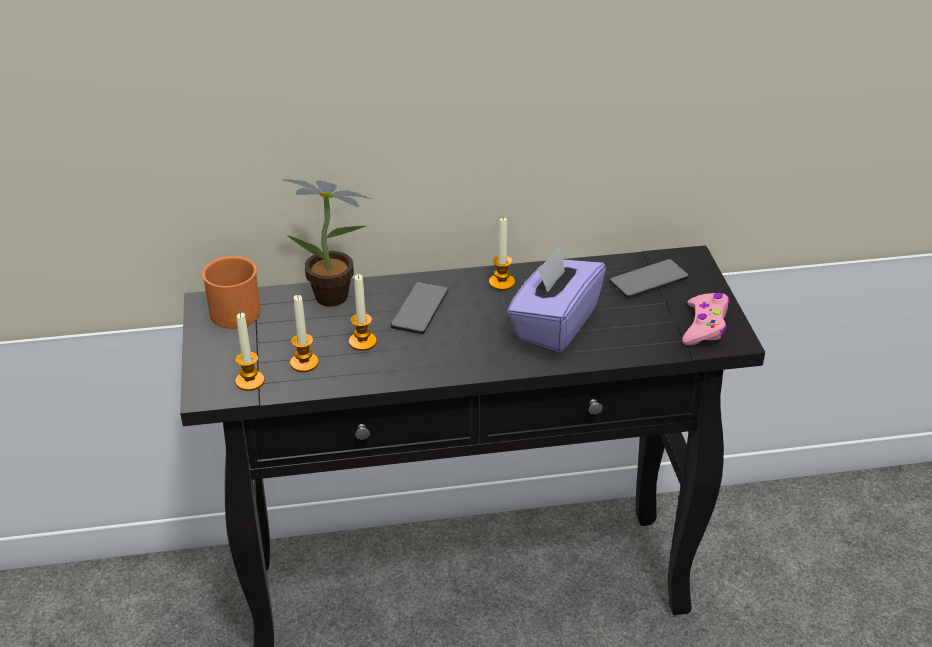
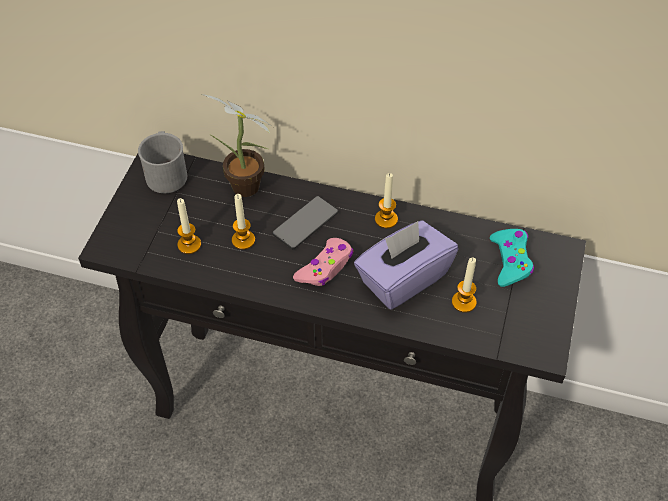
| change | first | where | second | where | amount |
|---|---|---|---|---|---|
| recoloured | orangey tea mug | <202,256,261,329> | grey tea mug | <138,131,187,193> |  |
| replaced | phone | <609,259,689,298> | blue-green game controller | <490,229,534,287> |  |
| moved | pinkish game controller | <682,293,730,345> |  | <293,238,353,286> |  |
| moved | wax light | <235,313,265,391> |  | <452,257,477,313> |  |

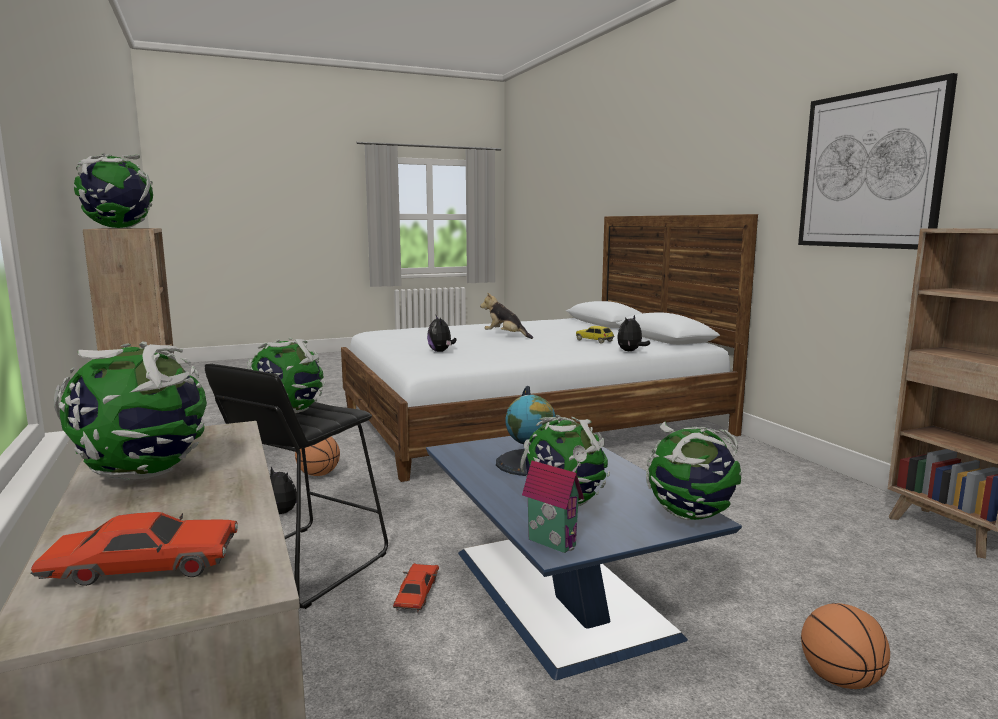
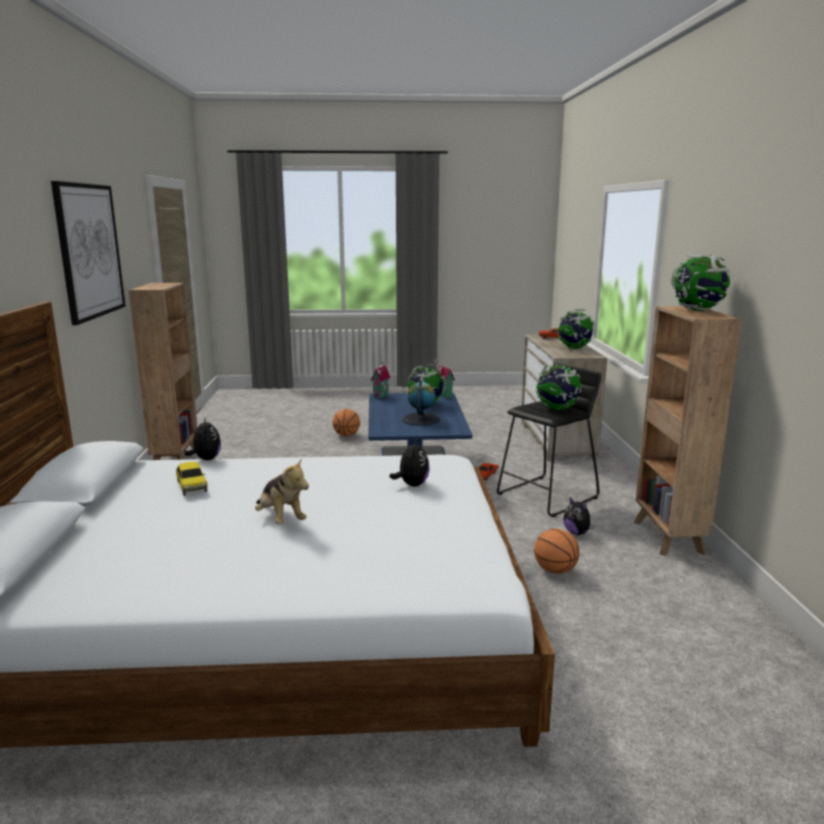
| change | first | where | second | where | amount |
|---|---|---|---|---|---|
| turned | soft toy | <617,315,650,351> |  | <184,417,221,460> | 75 degrees counterclockwise |
| replaced | world globe | <646,422,743,520> | model house | <371,362,391,399> |  |

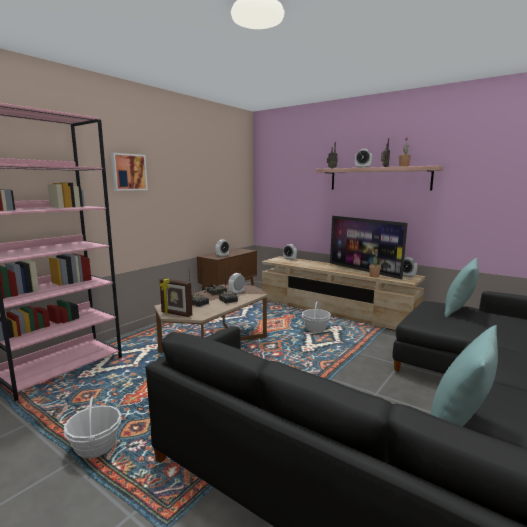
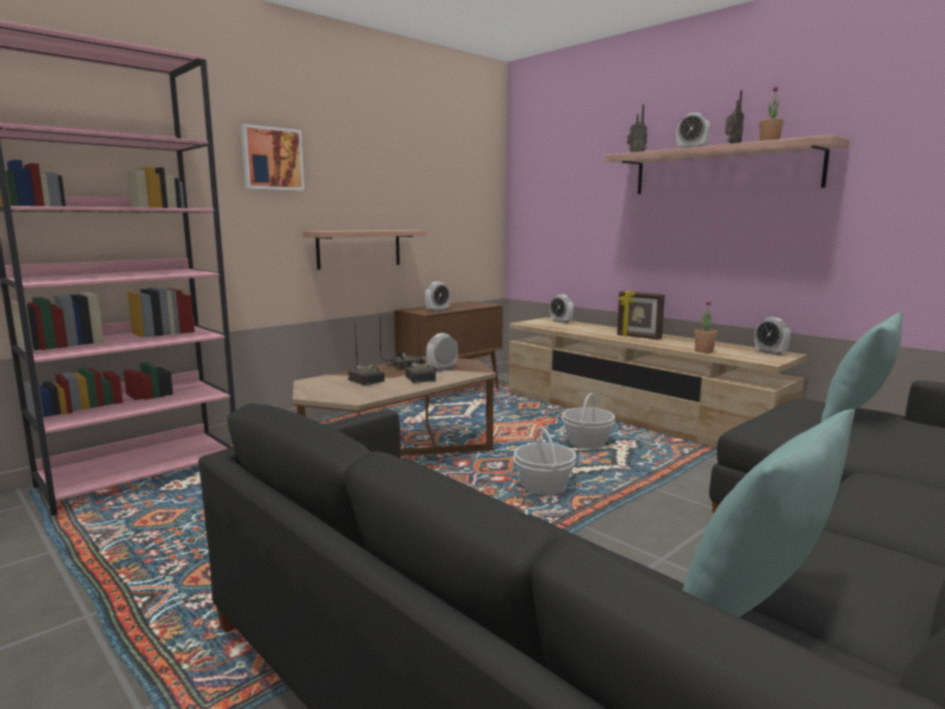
| change | first | where | second | where | amount |
|---|---|---|---|---|---|
| removed | TV set | <330,216,408,279> |  |  |  |
| moved | standing frame | <159,278,192,317> |  | <617,291,665,339> |  |
| moved | storage basket | <64,396,121,458> |  | <513,427,577,495> |  |
| added |  |  | wall shelf | <302,230,427,270> |  |

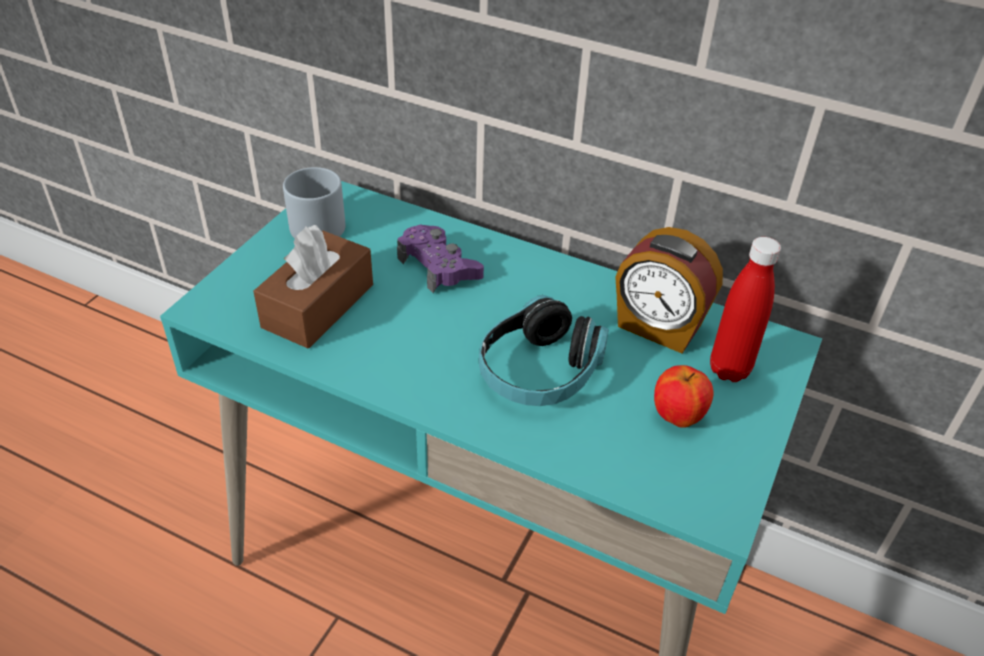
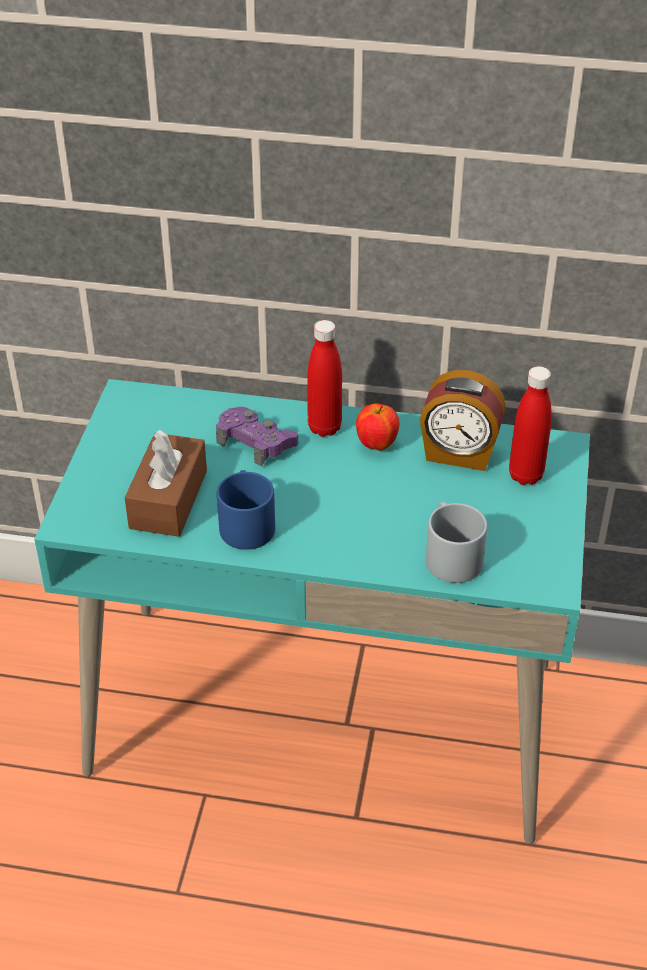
| change | first | where | second | where | amount |
|---|---|---|---|---|---|
| moved | grey tea mug | <283,167,345,238> |  | <426,502,487,583> |  |
| removed | headset | <479,295,609,406> |  |  |  |
| moved | apple | <654,365,714,428> |  | <356,403,399,451> |  |
| added |  |  | reddish drink bottle | <307,320,342,437> |  |
| added |  |  | blue-coloured tea mug | <217,470,275,550> |  |

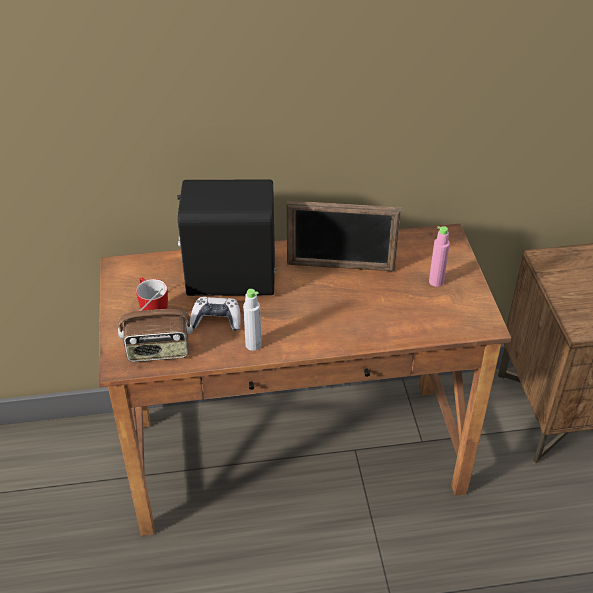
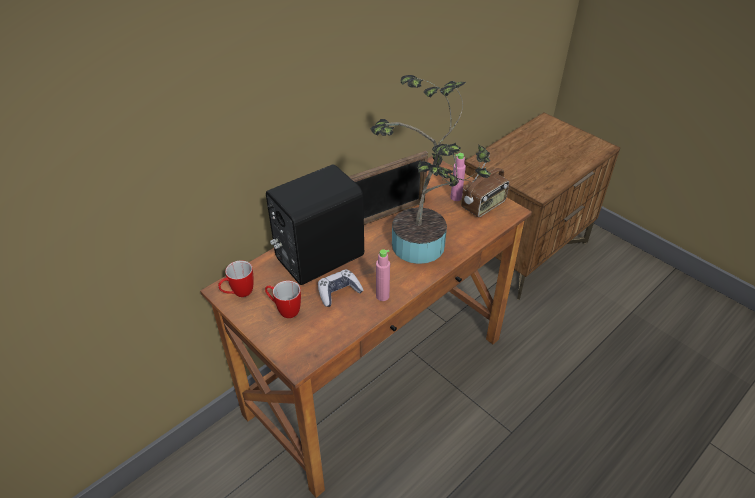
| change | first | where | second | where | amount |
|---|---|---|---|---|---|
| moved | radio receiver | <118,288,193,362> |  | <461,156,509,217> |  |
| recoloured | grey drink bottle | <243,289,262,351> | pinkish drink bottle | <376,249,390,301> |  |
| added |  |  | plant in a pot | <371,75,491,264> |  |
| added |  |  | tea mug | <218,260,254,297> |  |

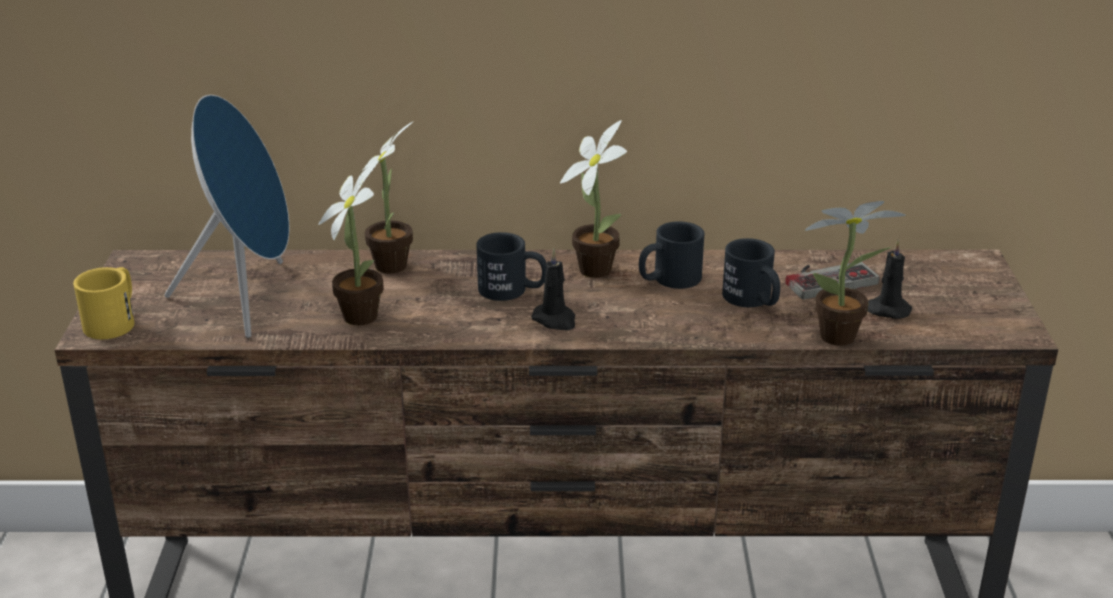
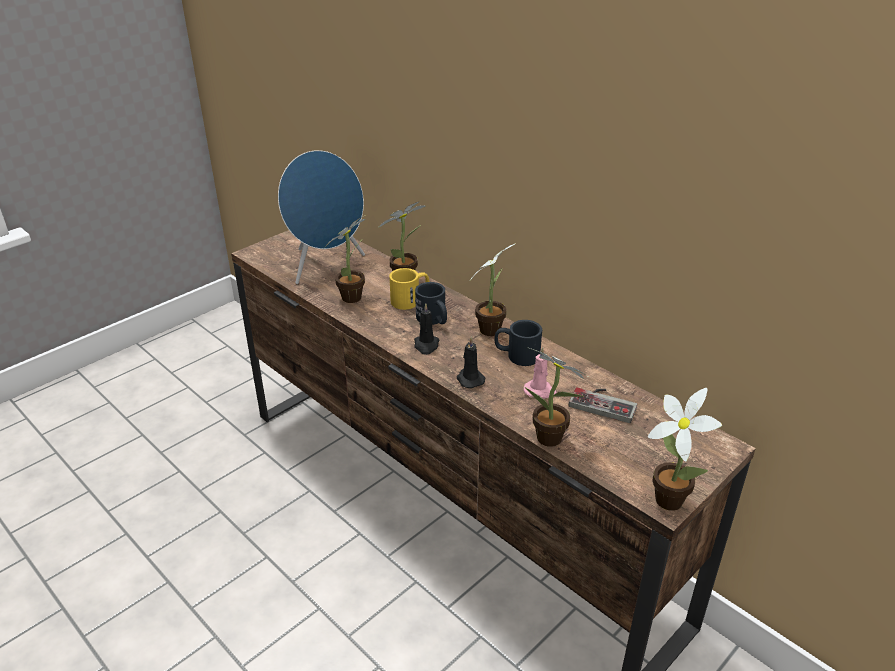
| change | first | where | second | where | amount |
|---|---|---|---|---|---|
| replaced | blackish tea mug | <722,238,780,307> | pinkish wax light | <524,347,557,399> |  |
| moved | blackish wax light | <867,240,912,319> |  | <456,337,485,388> |  |
| moved | yellow-coloured tea mug | <73,267,134,339> |  | <389,268,429,310> |  |
| added |  |  | plant in a pot | <648,388,722,511> |  |

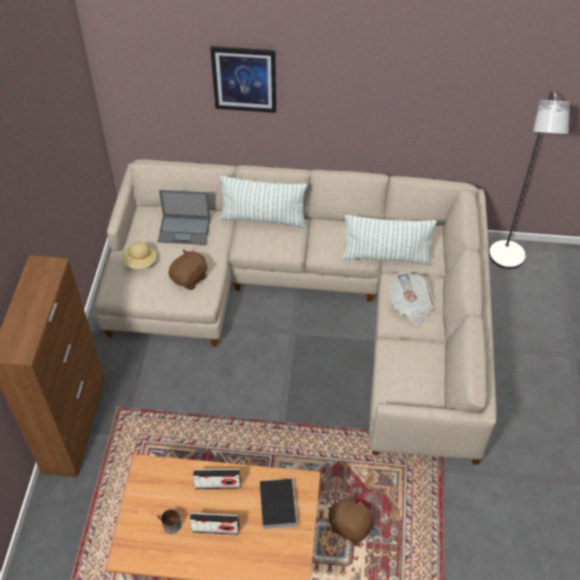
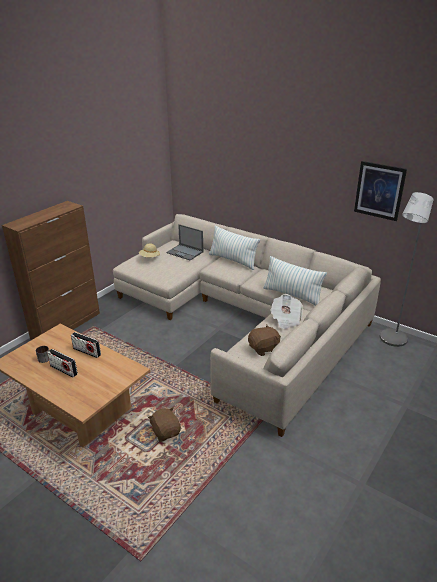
| change | first | where | second | where | amount |
|---|---|---|---|---|---|
| moved | wall art | <210,46,276,113> |  | <354,161,407,221> |  |
| moved | brown soft toy | <168,249,208,290> |  | <248,325,281,356> |  |
| removed | volume | <260,474,297,529> |  |  |  |

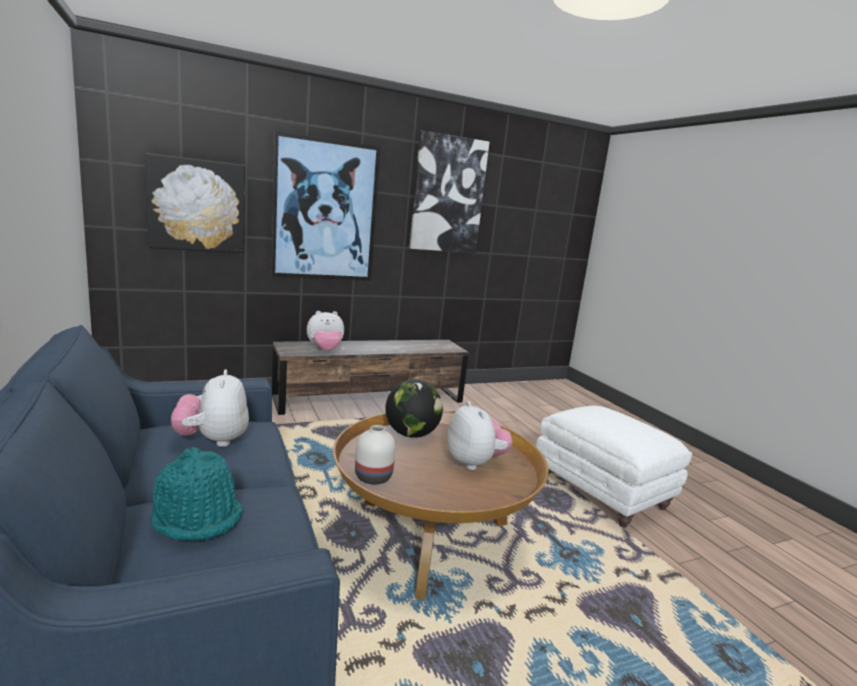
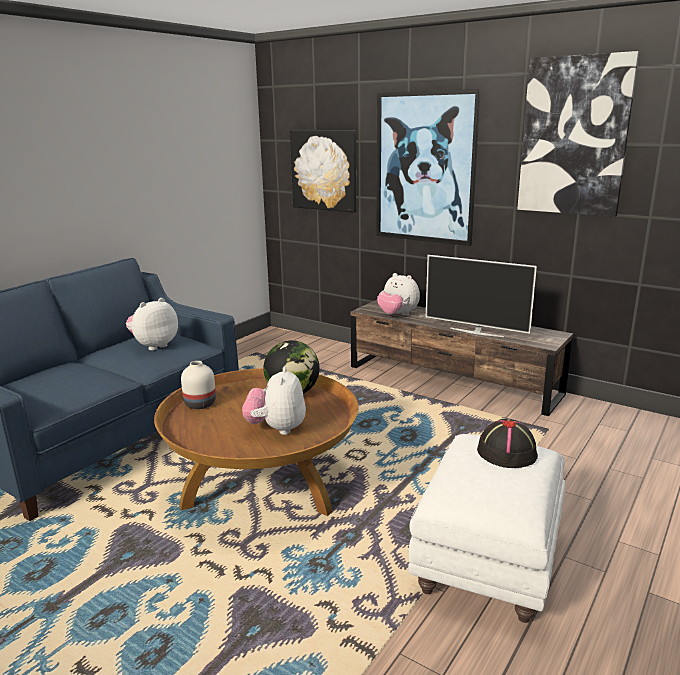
| change | first | where | second | where | amount |
|---|---|---|---|---|---|
| turned | soft toy | <447,401,513,470> |  | <242,367,306,435> | 150 degrees clockwise |
| removed | blue-green clothing hat | <151,447,243,541> |  |  |  |
| added |  |  | TV set | <426,255,537,337> |  |
| added |  |  | blackish clothing hat | <477,419,538,468> |  |

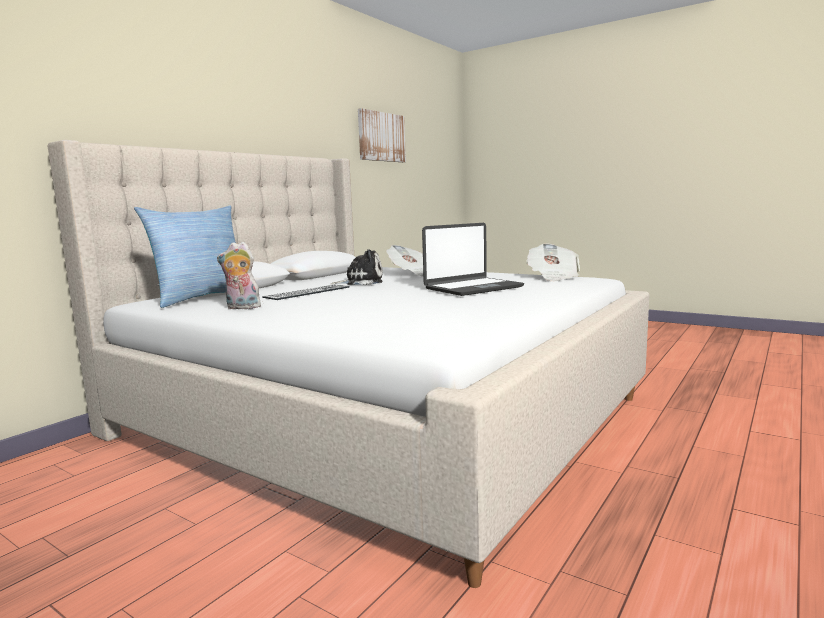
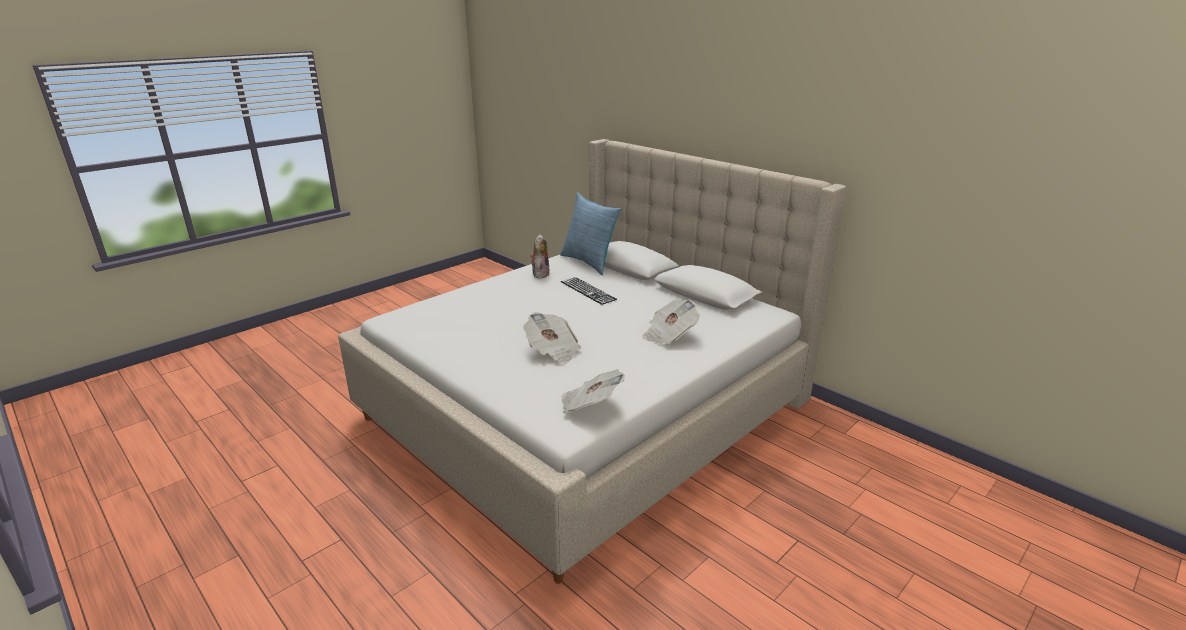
| change | first | where | second | where | amount |
|---|---|---|---|---|---|
| removed | wall art | <358,108,406,162> |  |  |  |
| replaced | portable computer | <422,223,524,296> | printed paper | <523,312,581,364> |  |
| removed | soft toy | <331,249,383,285> |  |  |  |

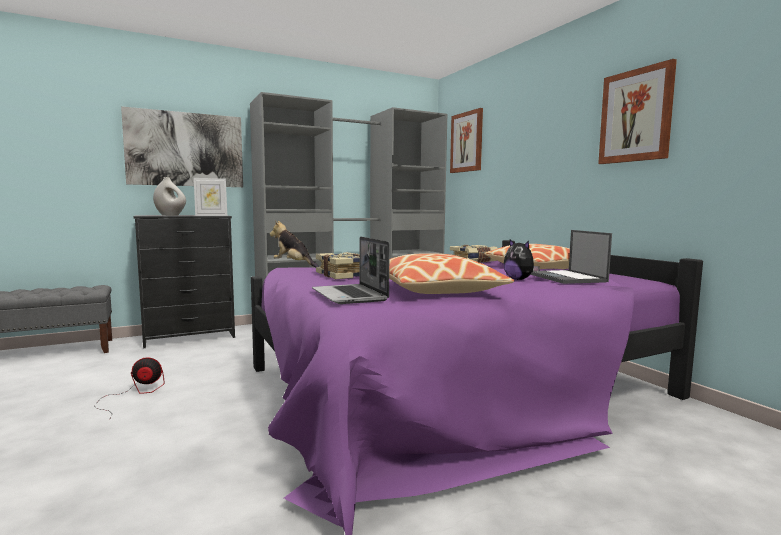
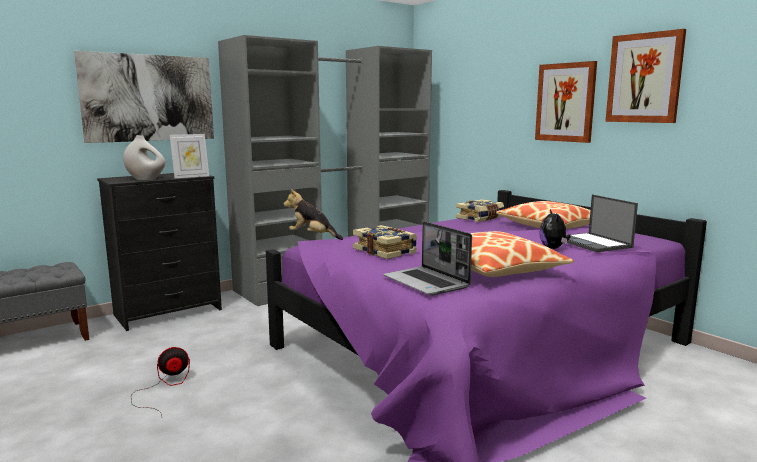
| change | first | where | second | where | amount |
|---|---|---|---|---|---|
| moved | wall art | <450,108,483,173> |  | <535,61,597,143> |  |
| turned | soft toy | <504,240,540,280> |  | <539,210,570,249> | 45 degrees clockwise |

